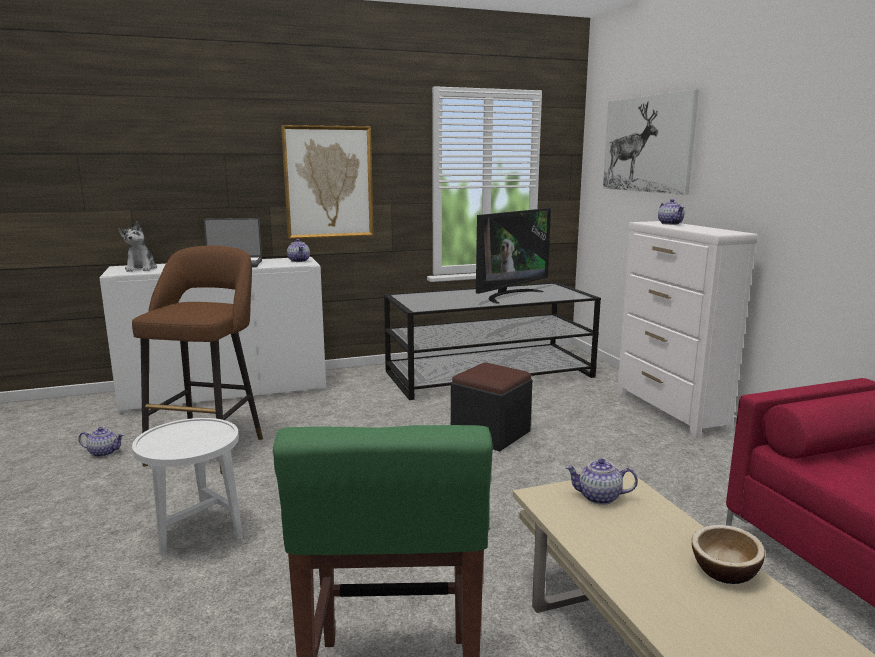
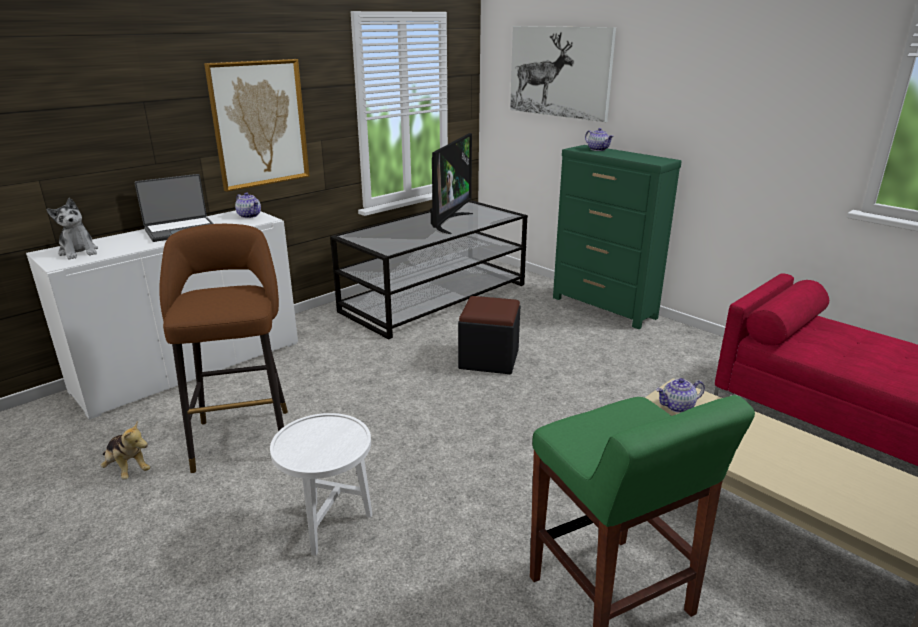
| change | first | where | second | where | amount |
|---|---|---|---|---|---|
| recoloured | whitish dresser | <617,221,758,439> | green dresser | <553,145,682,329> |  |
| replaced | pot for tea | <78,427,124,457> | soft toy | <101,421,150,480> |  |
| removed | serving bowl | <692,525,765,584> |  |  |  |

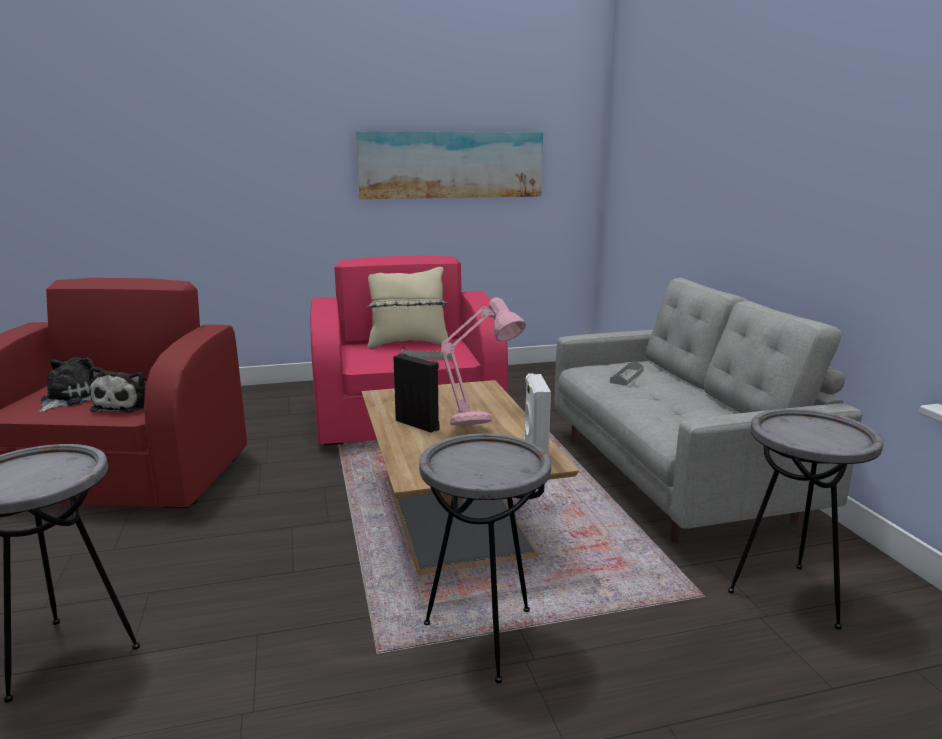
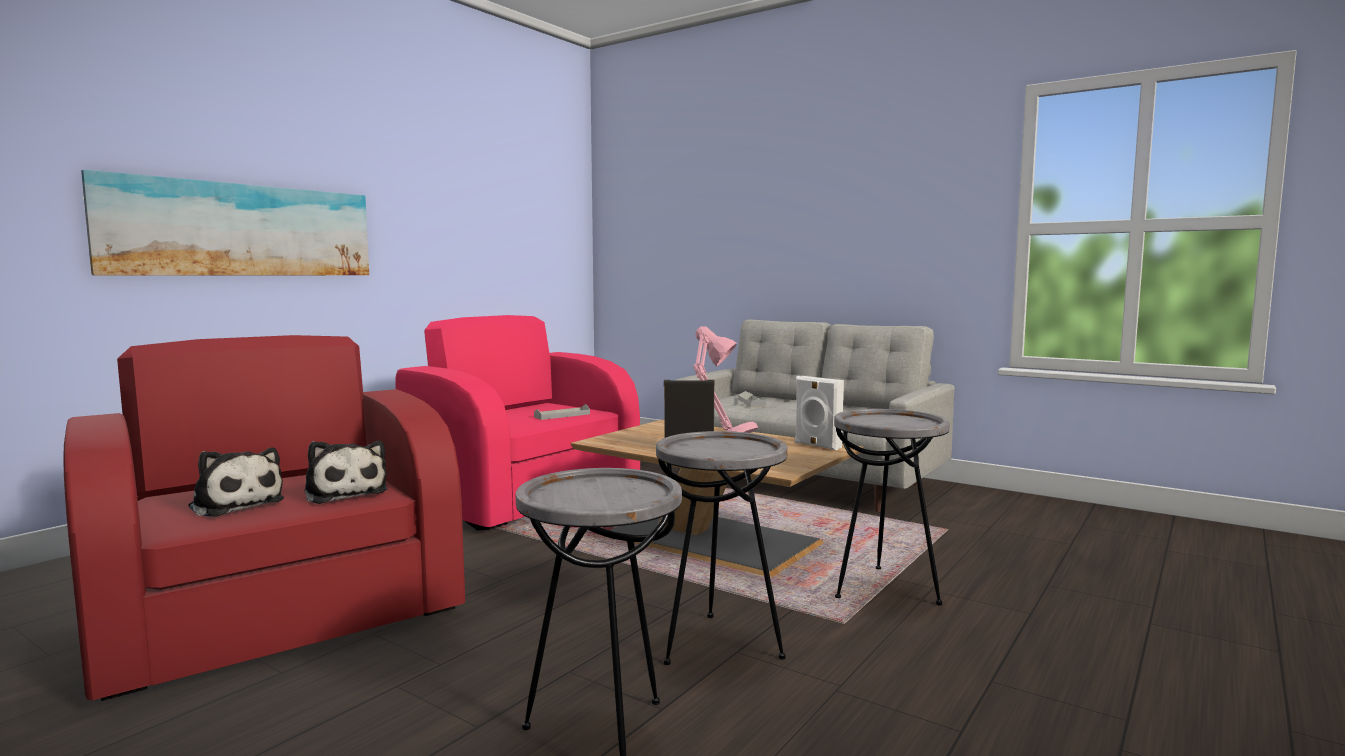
| change | first | where | second | where | amount |
|---|---|---|---|---|---|
| moved | wall art | <356,131,543,199> |  | <81,170,369,275> |  |
| removed | beige cushion | <368,267,449,349> |  |  |  |
| turned | soft toy | <39,357,95,412> |  | <188,447,284,517> | 150 degrees clockwise |
| moved | grey end table | <728,409,883,630> |  | <656,431,788,665> |  |

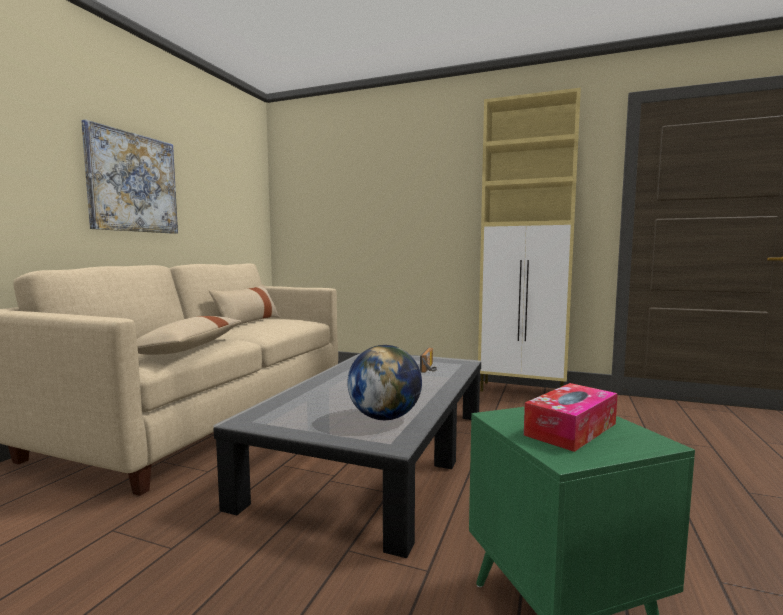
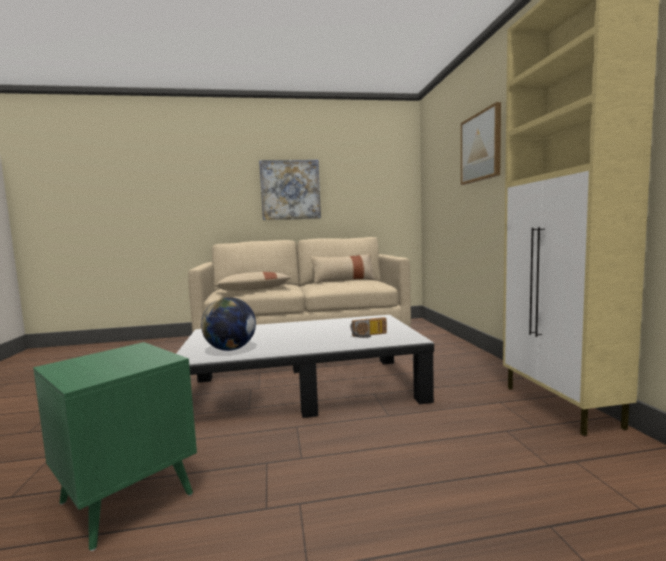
| change | first | where | second | where | amount |
|---|---|---|---|---|---|
| removed | tissue box | <524,383,618,452> |  |  |  |
| added |  |  | wall art | <461,102,501,185> |  |

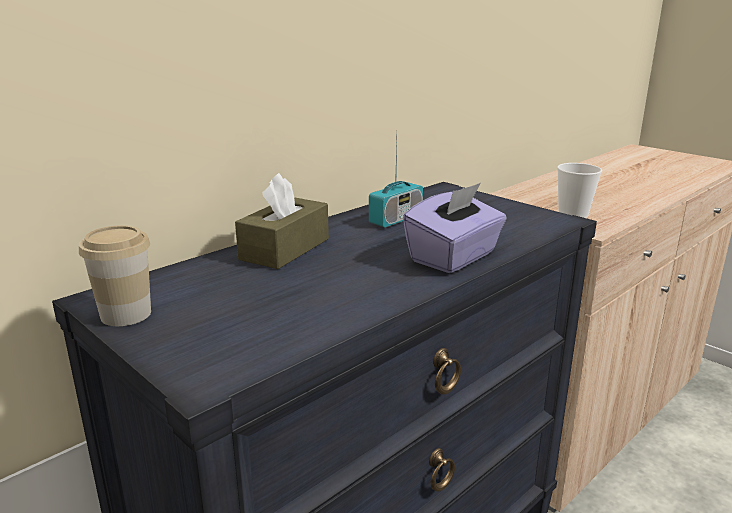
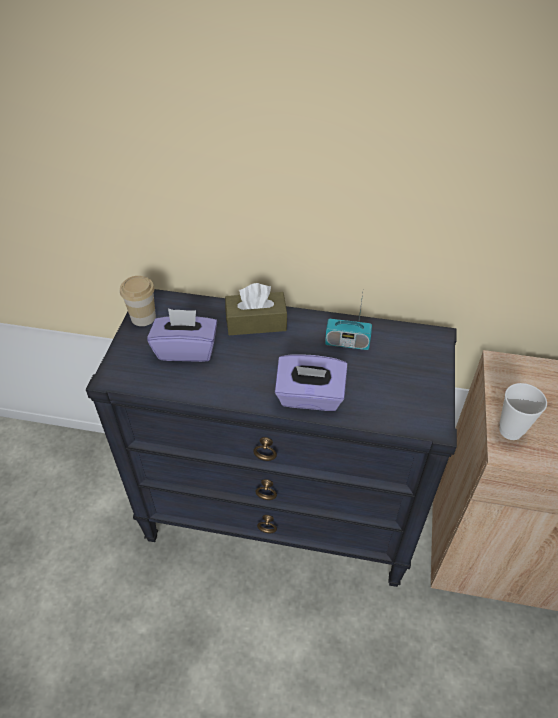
| change | first | where | second | where | amount |
|---|---|---|---|---|---|
| added |  |  | purple tissue box | <147,309,217,362> |  |

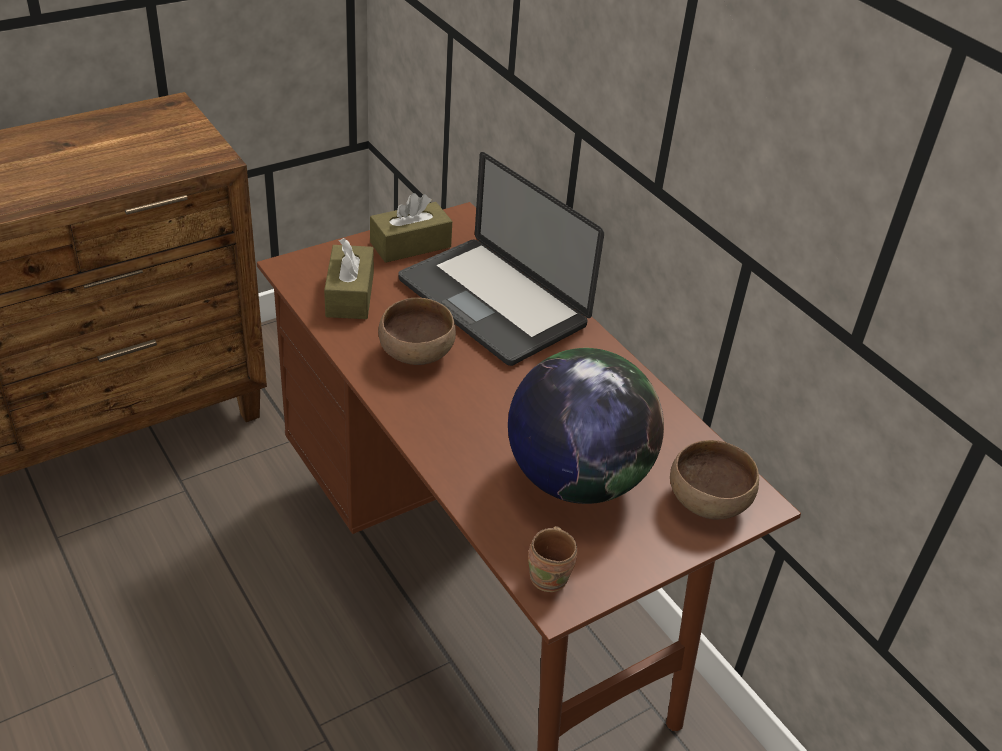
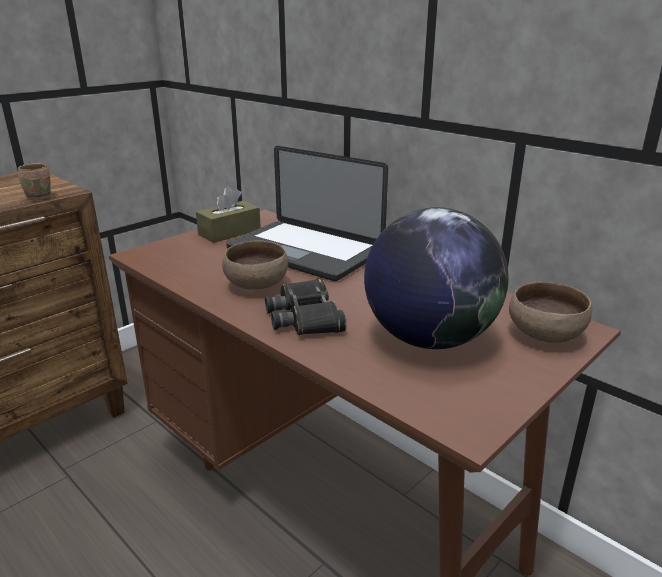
| change | first | where | second | where | amount |
|---|---|---|---|---|---|
| removed | brown tissue box | <324,238,374,319> |  |  |  |
| moved | brown tea mug | <528,526,577,592> |  | <18,163,51,200> |  |
| added |  |  | blackish field glasses | <265,279,347,335> |  |

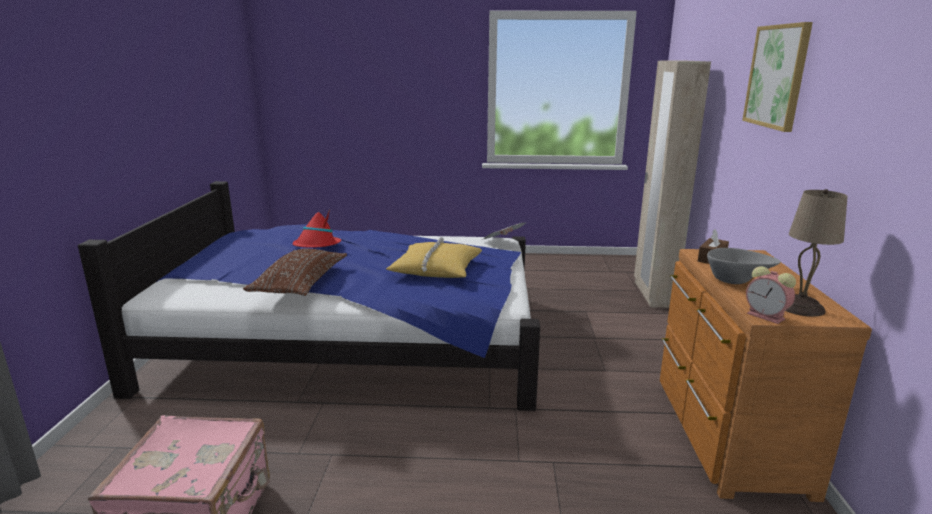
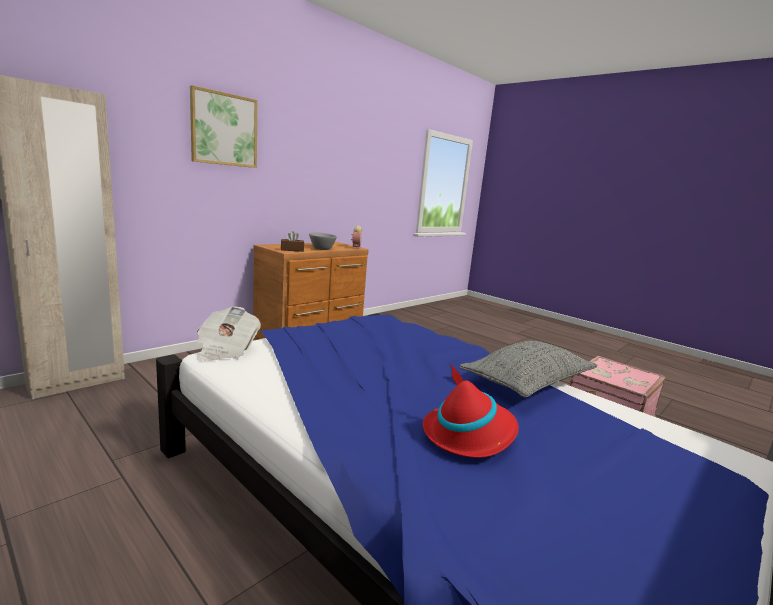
| change | first | where | second | where | amount |
|---|---|---|---|---|---|
| removed | beige lamp for a table | <786,189,848,317> |  |  |  |
| removed | yellow-coloured cushion | <386,237,482,278> |  |  |  |
| recoloured | brown cushion | <243,248,347,296> | grey cushion | <459,341,598,398> |  |

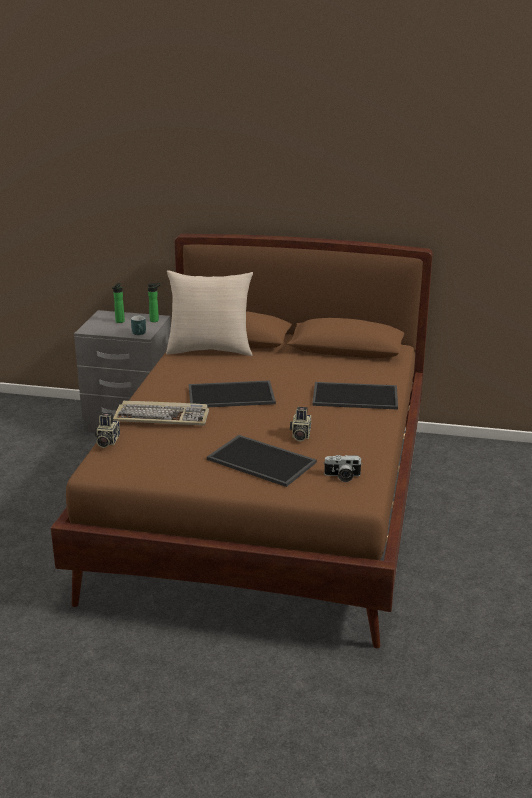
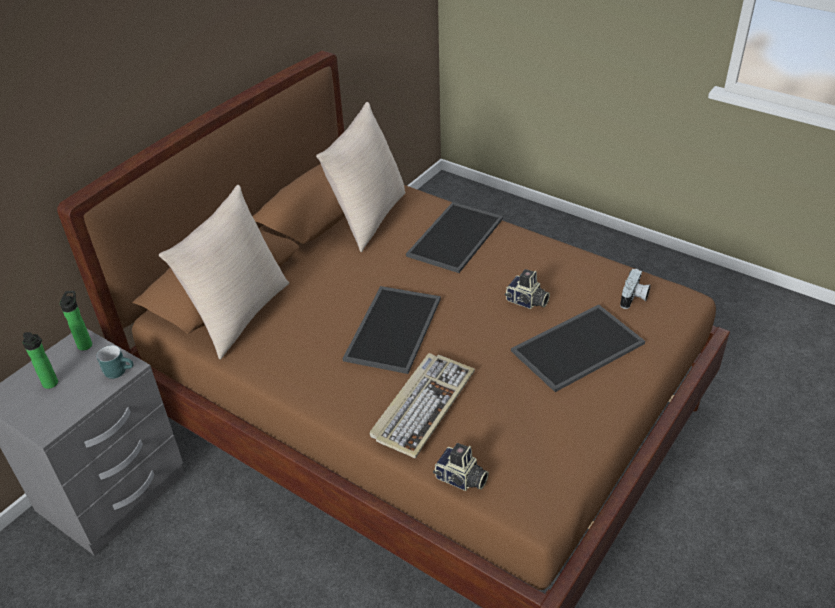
| change | first | where | second | where | amount |
|---|---|---|---|---|---|
| added |  |  | beige cushion | <316,102,406,252> |  |

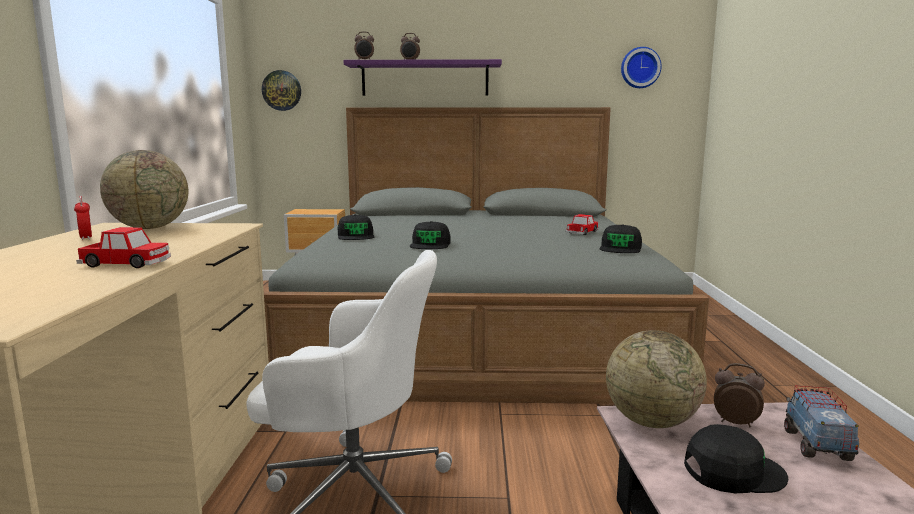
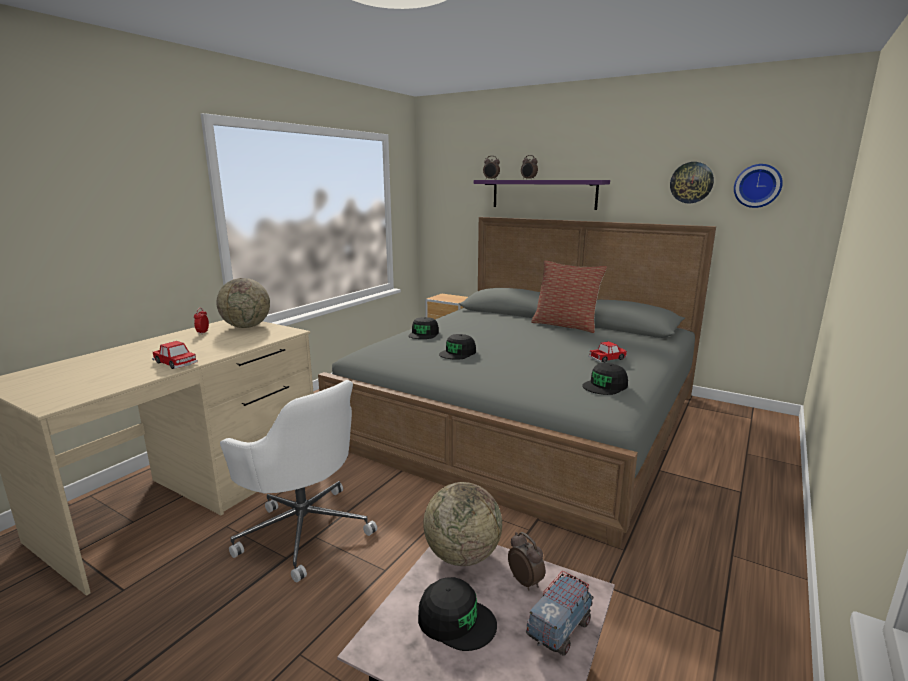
| change | first | where | second | where | amount |
|---|---|---|---|---|---|
| moved | hanging clock | <262,70,301,111> |  | <670,162,714,203> |  |
| added |  |  | cushion | <531,260,607,333> |  |

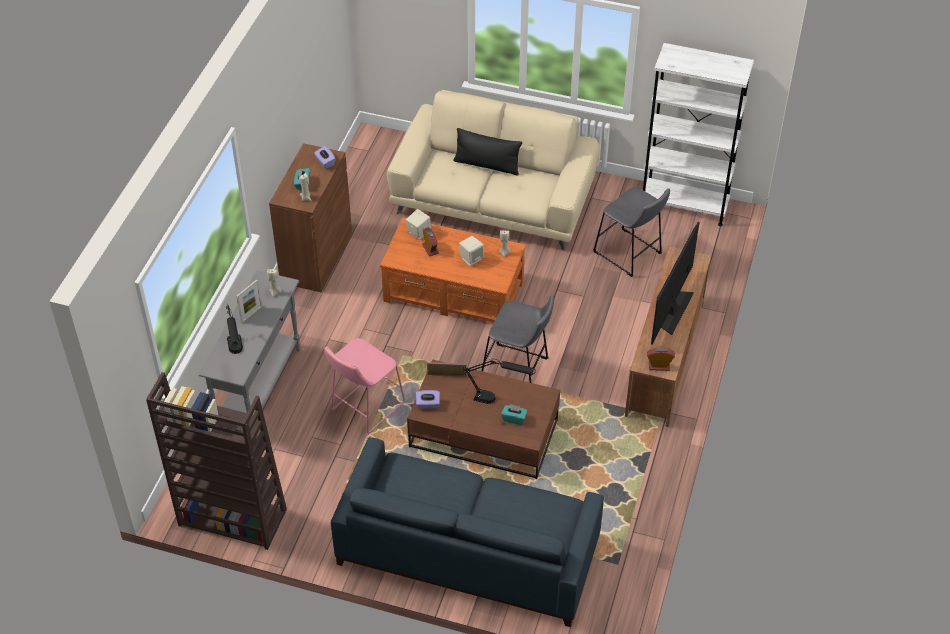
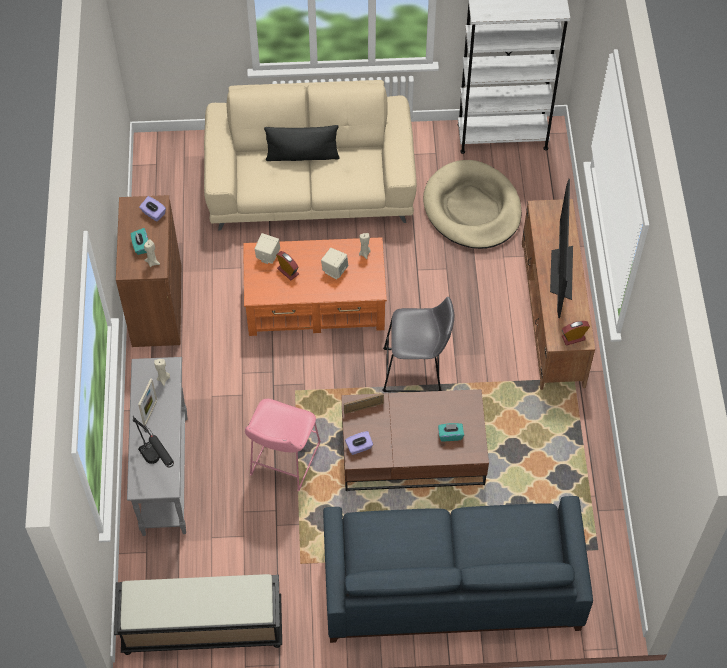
| change | first | where | second | where | amount |
|---|---|---|---|---|---|
| replaced | grey stool | <593,187,670,277> | beige dog cushion | <423,160,522,249> |  |
| removed | blackish lamp for a table | <464,359,536,404> |  |  |  |
| replaced | brown bookcase | <146,372,287,550> | blackish long seat | <114,574,282,655> |  |

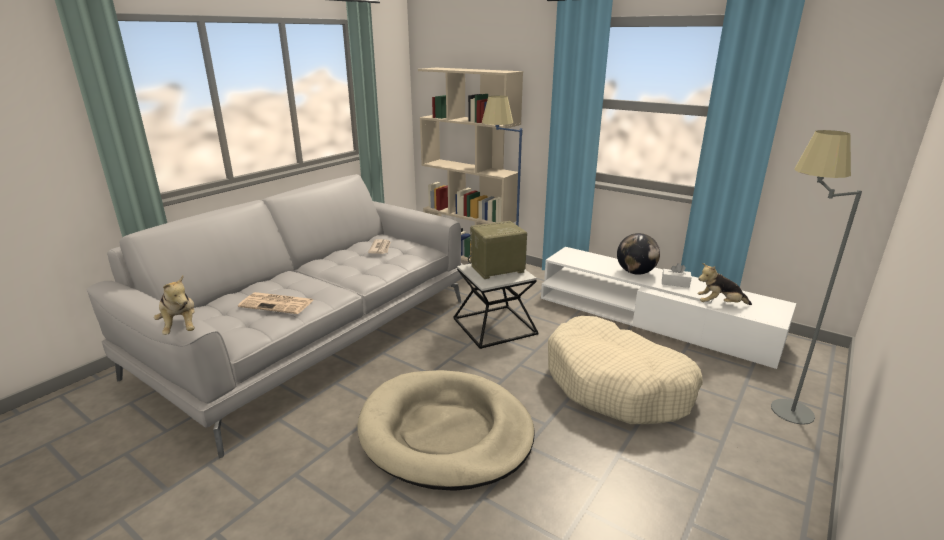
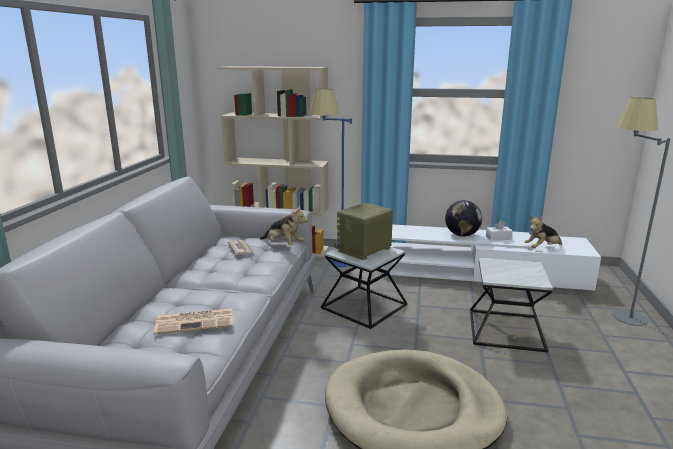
| change | first | where | second | where | amount |
|---|---|---|---|---|---|
| moved | soft toy | <154,275,195,335> |  | <260,205,308,245> |  |
| replaced | beige dog cushion | <548,316,703,424> | end table | <470,258,553,352> |  |

